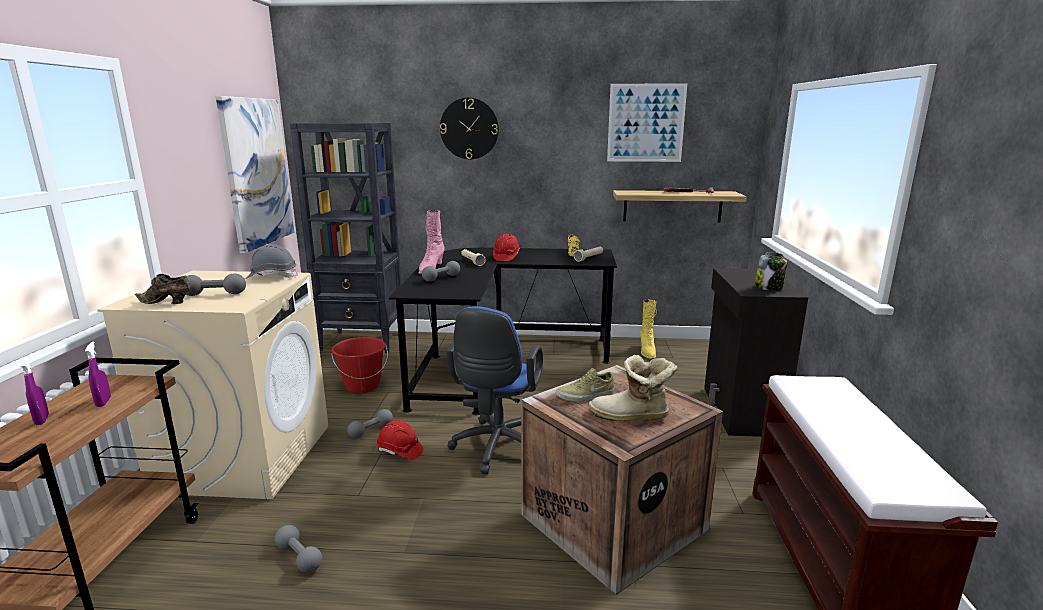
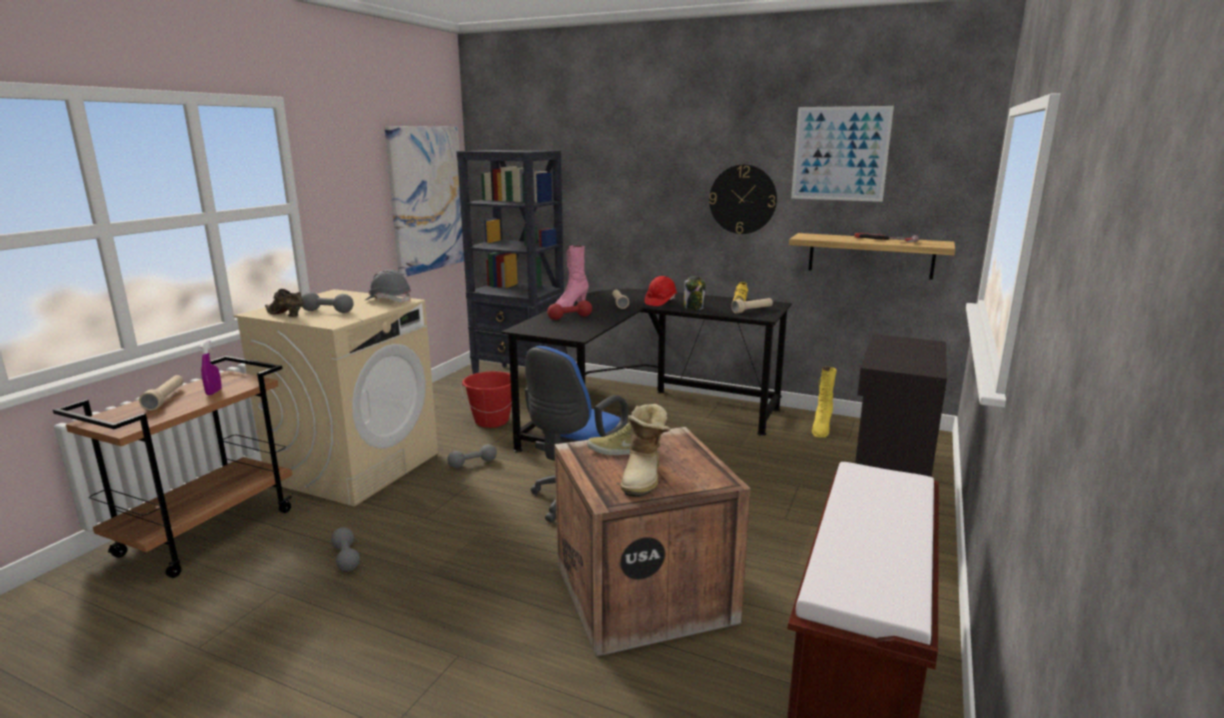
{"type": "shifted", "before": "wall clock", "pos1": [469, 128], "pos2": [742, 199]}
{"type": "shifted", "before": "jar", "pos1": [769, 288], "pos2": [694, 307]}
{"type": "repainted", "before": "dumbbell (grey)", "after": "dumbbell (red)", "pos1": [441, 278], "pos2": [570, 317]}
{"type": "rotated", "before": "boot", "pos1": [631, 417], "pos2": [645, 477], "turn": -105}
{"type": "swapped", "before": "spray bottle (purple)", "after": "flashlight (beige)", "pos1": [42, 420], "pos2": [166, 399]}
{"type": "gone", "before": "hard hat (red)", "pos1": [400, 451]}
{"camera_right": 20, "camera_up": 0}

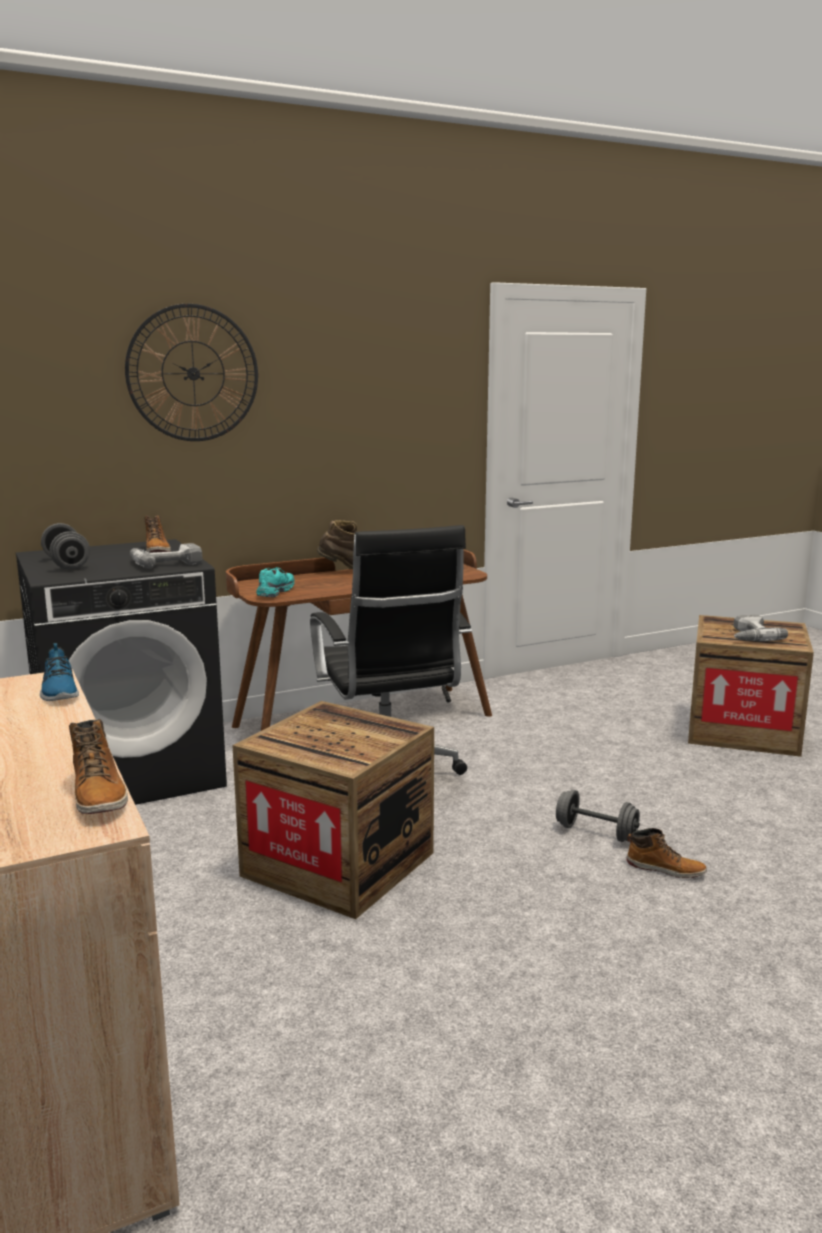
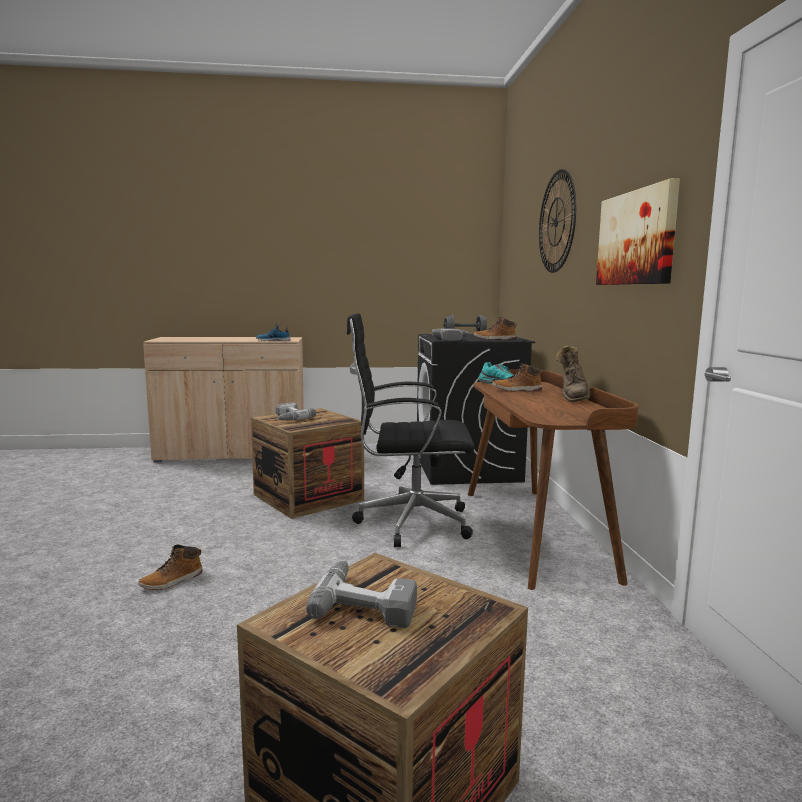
{"type": "shifted", "before": "boot", "pos1": [99, 794], "pos2": [517, 390]}
{"type": "gone", "before": "dumbbell (grey)", "pos1": [596, 833]}
{"type": "new", "after": "picture", "pos2": [636, 238]}
{"type": "new", "after": "power drill", "pos2": [288, 418]}
{"camera_right": 110, "camera_up": -5}

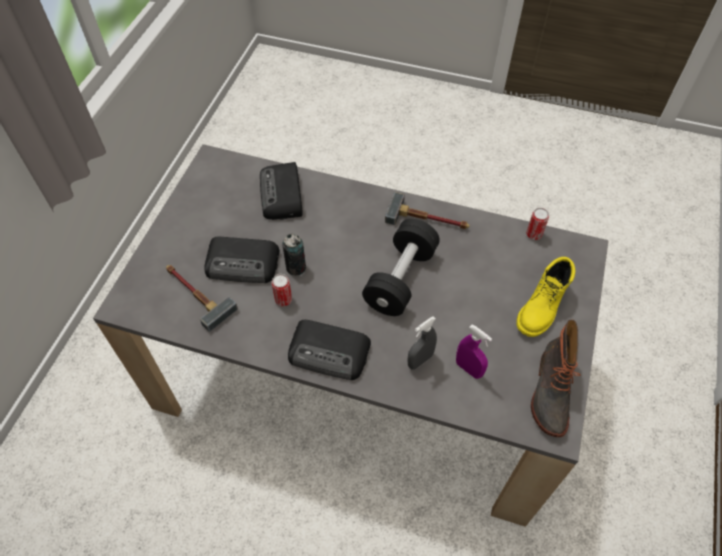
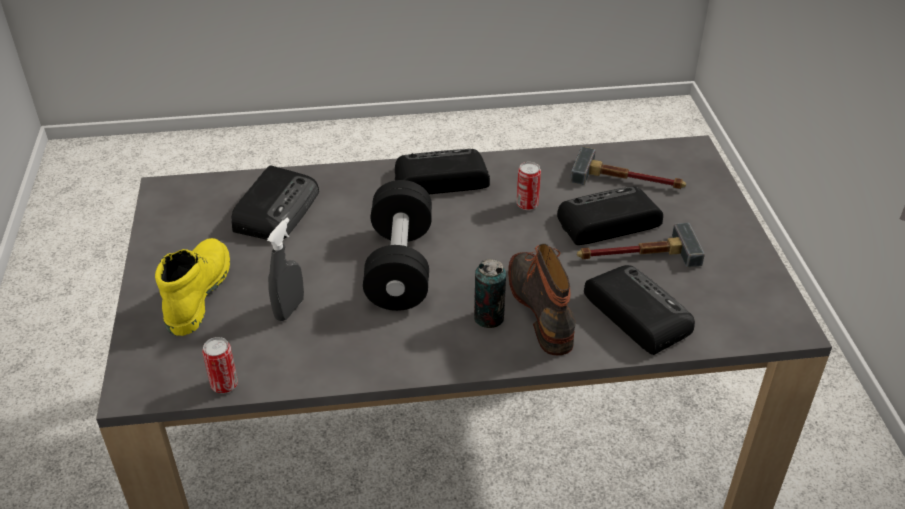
{"type": "shifted", "before": "hammer", "pos1": [428, 220], "pos2": [635, 255]}
{"type": "shifted", "before": "can", "pos1": [296, 267], "pos2": [489, 318]}
{"type": "shifted", "before": "spray bottle (grey)", "pos1": [420, 360], "pos2": [289, 309]}
{"type": "shifted", "before": "boot", "pos1": [550, 392], "pos2": [543, 308]}
{"type": "swapped", "before": "spray bottle (purple)", "after": "radio", "pos1": [468, 369], "pos2": [277, 209]}
{"camera_right": 155, "camera_up": -15}

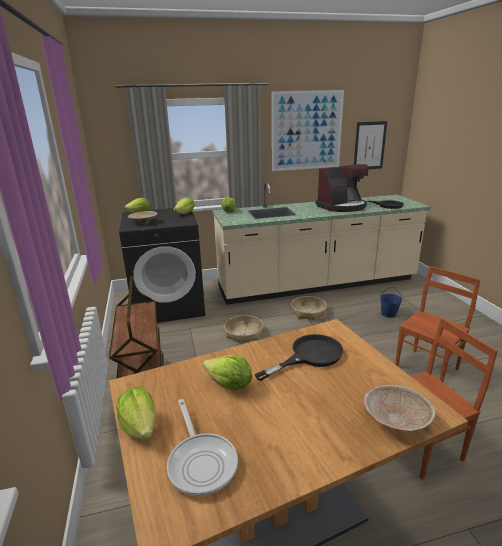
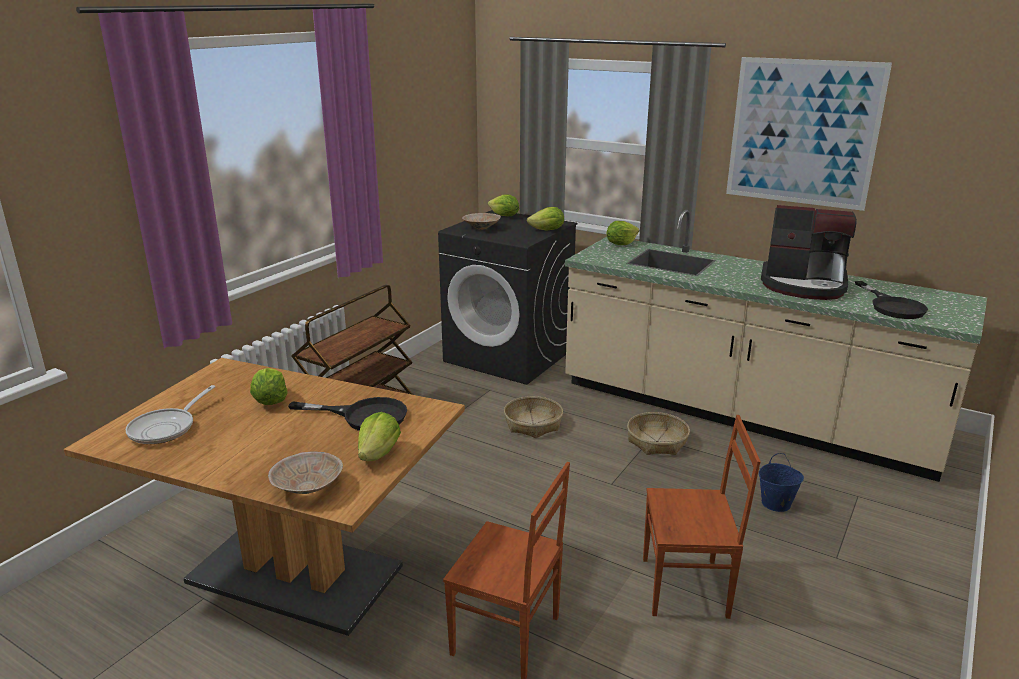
{"type": "gone", "before": "picture", "pos1": [369, 146]}
{"type": "shifted", "before": "lettuce", "pos1": [140, 426], "pos2": [379, 454]}
{"camera_right": 45, "camera_up": 0}

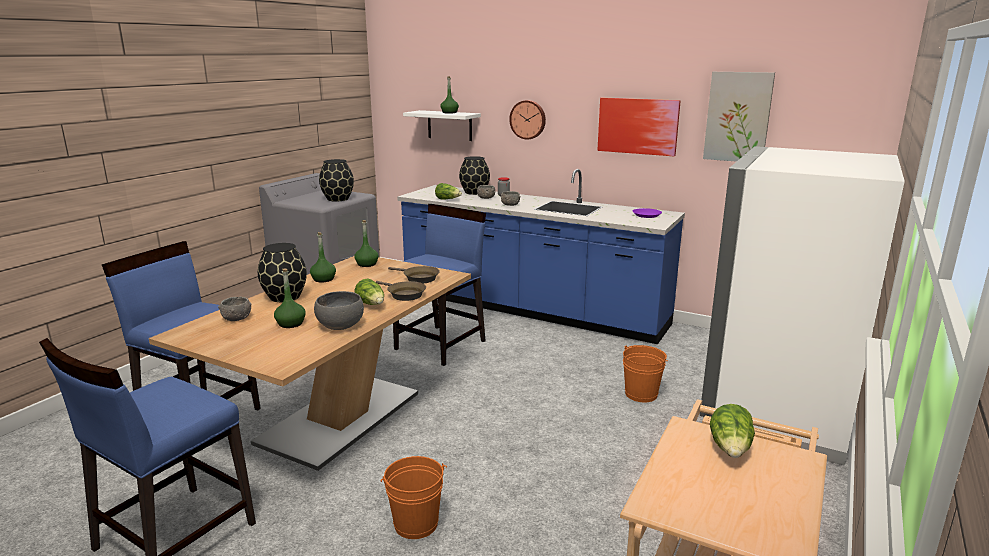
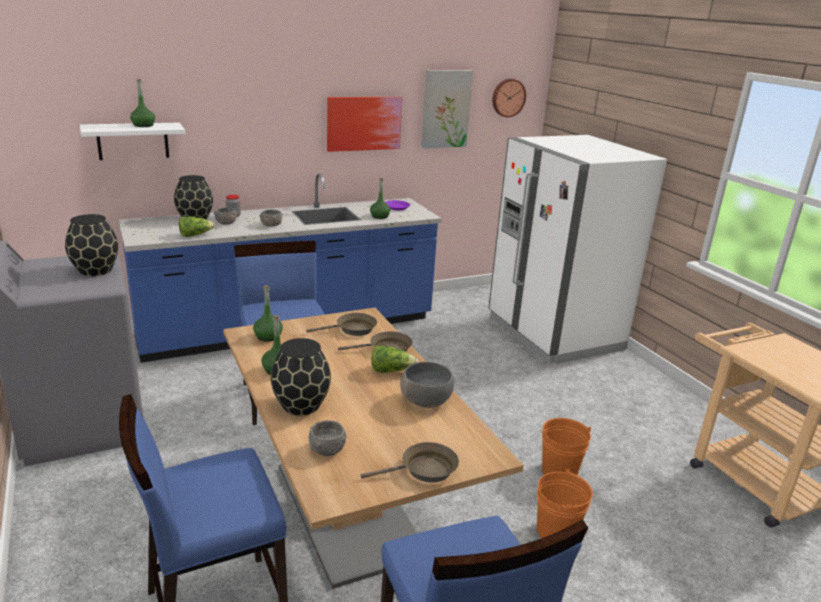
{"type": "shifted", "before": "wall clock", "pos1": [528, 119], "pos2": [508, 97]}
{"type": "shifted", "before": "bottle (green)", "pos1": [291, 323], "pos2": [379, 216]}
{"type": "shifted", "before": "bucket (orange)", "pos1": [641, 394], "pos2": [559, 471]}
{"type": "gone", "before": "lettuce", "pos1": [731, 449]}
{"type": "new", "after": "frying pan (brown)", "pos2": [424, 470]}
{"camera_right": -55, "camera_up": 5}

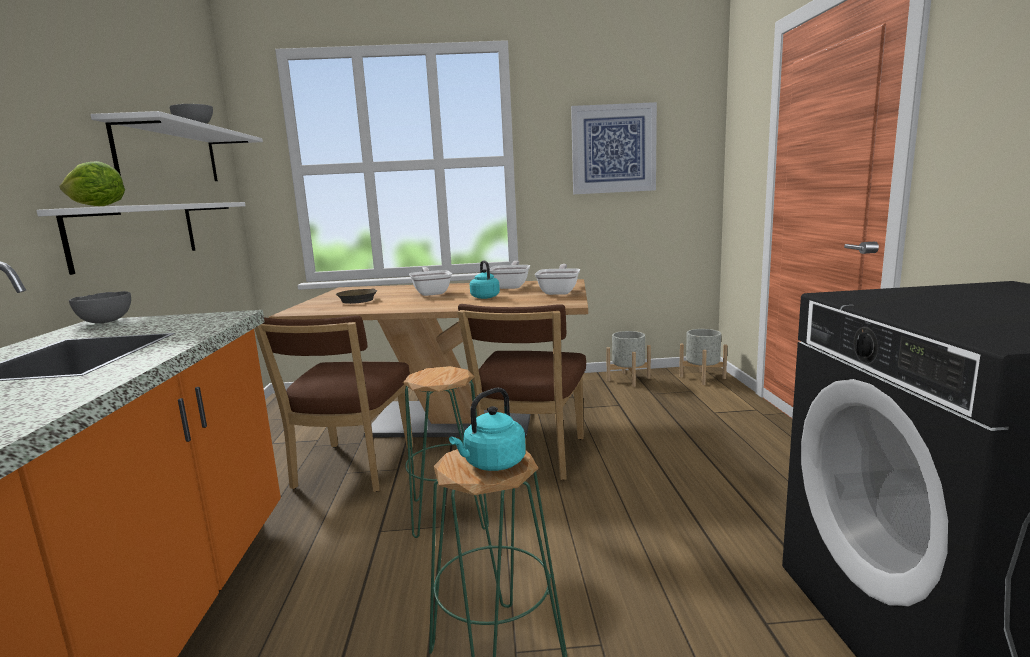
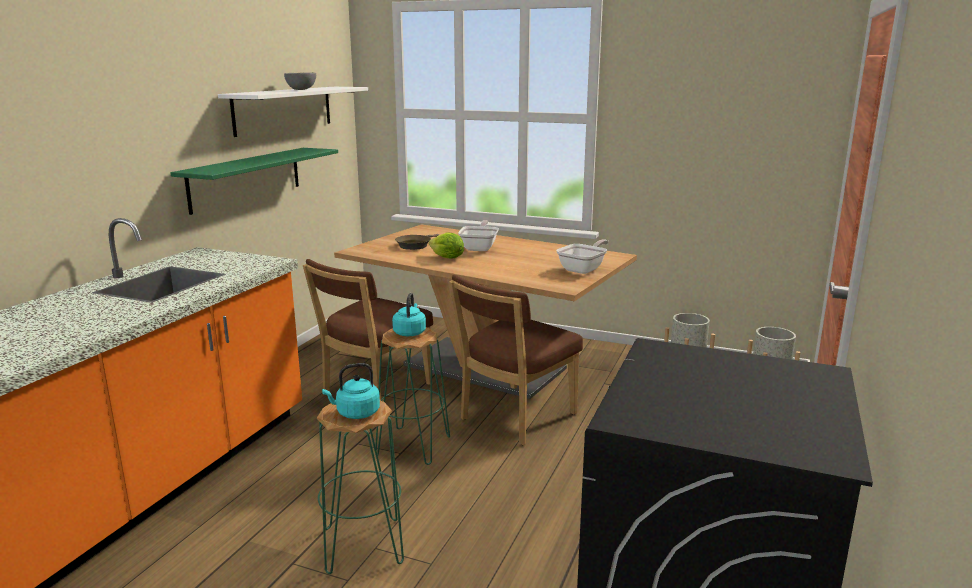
{"type": "gone", "before": "picture", "pos1": [613, 149]}
{"type": "shifted", "before": "lettuce", "pos1": [96, 206], "pos2": [447, 258]}
{"type": "repainted", "before": "shelf (white)", "after": "shelf (green)", "pos1": [137, 233], "pos2": [246, 178]}
{"type": "shifted", "before": "kettle (turquoise)", "pos1": [484, 297], "pos2": [410, 332]}
{"type": "gone", "before": "frying pan", "pos1": [511, 286]}
{"type": "gone", "before": "bowl (grey)", "pos1": [106, 322]}
{"camera_right": 25, "camera_up": 5}

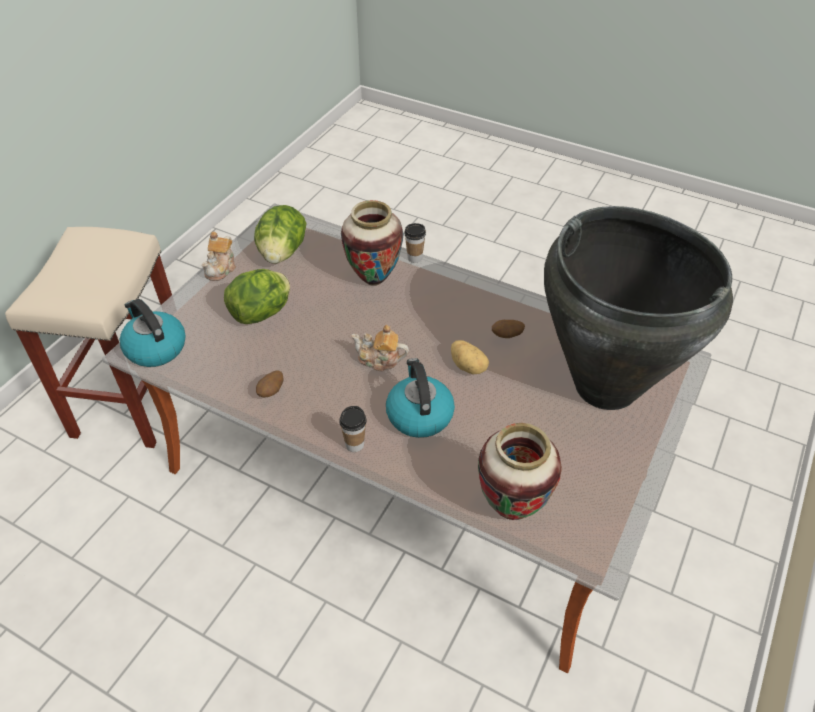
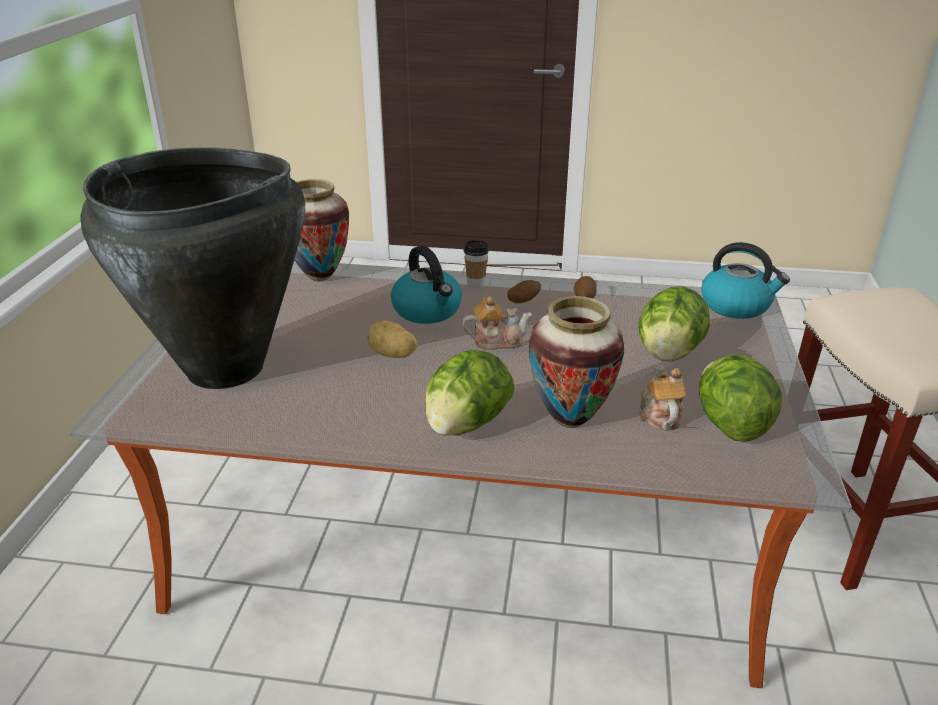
{"type": "gone", "before": "cup", "pos1": [414, 258]}
{"type": "shifted", "before": "teapot", "pos1": [221, 268], "pos2": [659, 415]}
{"type": "shifted", "before": "potato", "pos1": [507, 336], "pos2": [523, 301]}
{"type": "new", "after": "lettuce", "pos2": [466, 425]}
{"camera_right": 160, "camera_up": -15}

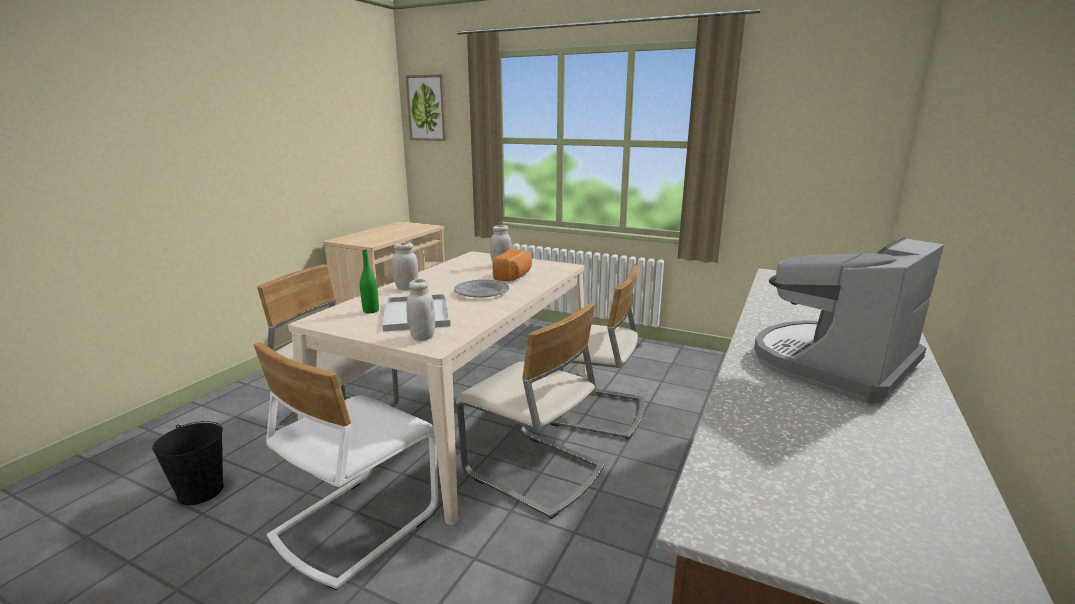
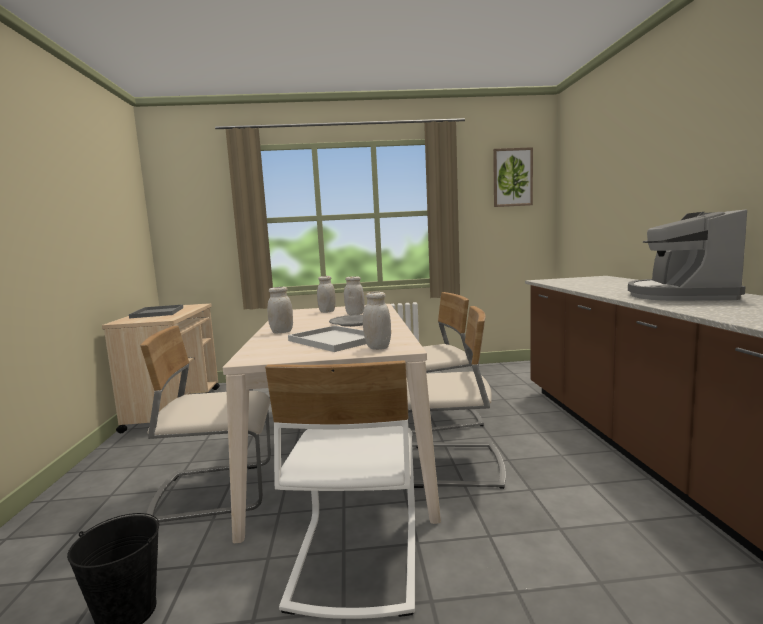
{"type": "shifted", "before": "picture", "pos1": [427, 108], "pos2": [512, 177]}
{"type": "swapped", "before": "bread", "after": "jar (white)", "pos1": [514, 276], "pos2": [355, 314]}
{"type": "gone", "before": "bottle (green)", "pos1": [371, 311]}
{"type": "new", "after": "tray (grey)", "pos2": [158, 313]}
{"camera_right": -30, "camera_up": -10}

